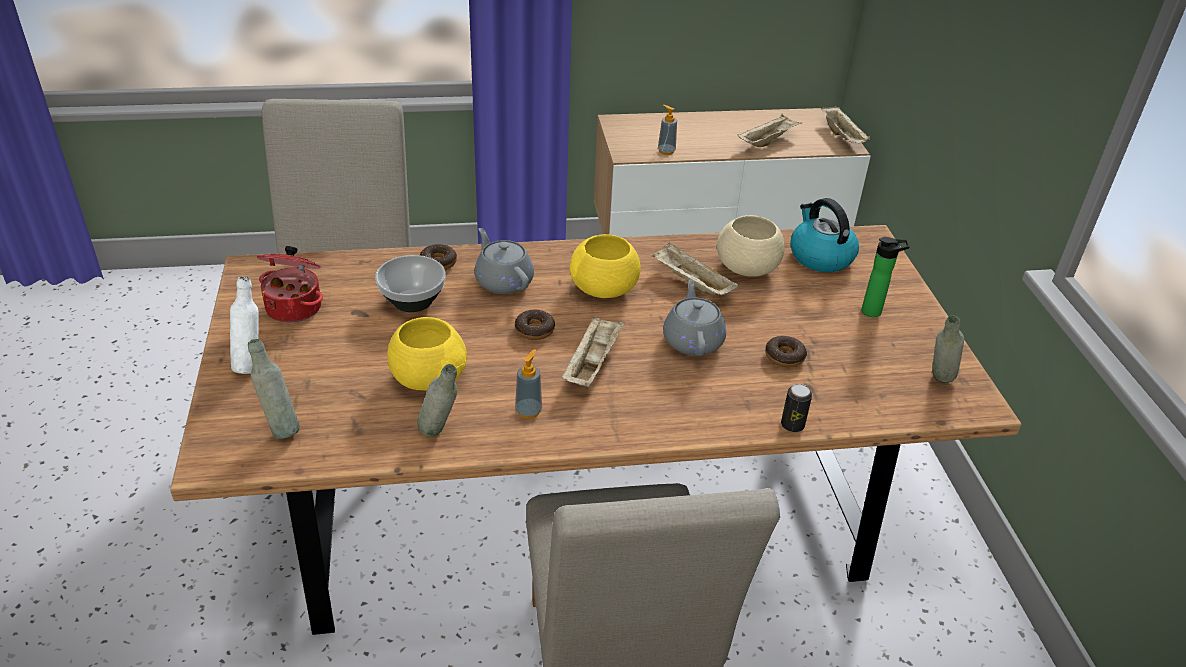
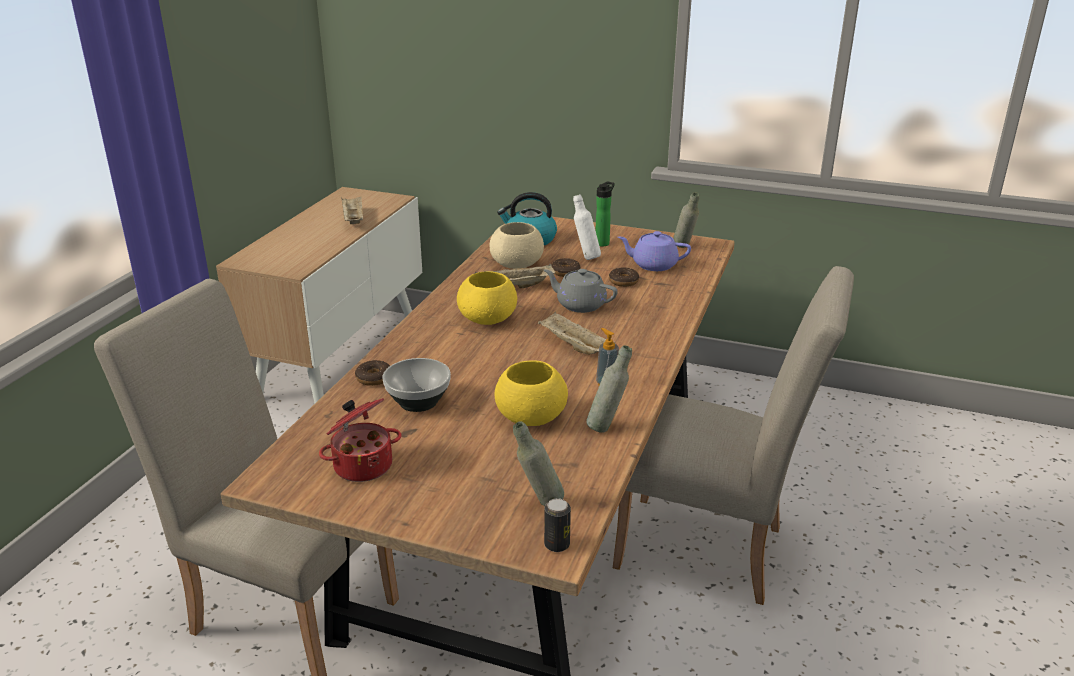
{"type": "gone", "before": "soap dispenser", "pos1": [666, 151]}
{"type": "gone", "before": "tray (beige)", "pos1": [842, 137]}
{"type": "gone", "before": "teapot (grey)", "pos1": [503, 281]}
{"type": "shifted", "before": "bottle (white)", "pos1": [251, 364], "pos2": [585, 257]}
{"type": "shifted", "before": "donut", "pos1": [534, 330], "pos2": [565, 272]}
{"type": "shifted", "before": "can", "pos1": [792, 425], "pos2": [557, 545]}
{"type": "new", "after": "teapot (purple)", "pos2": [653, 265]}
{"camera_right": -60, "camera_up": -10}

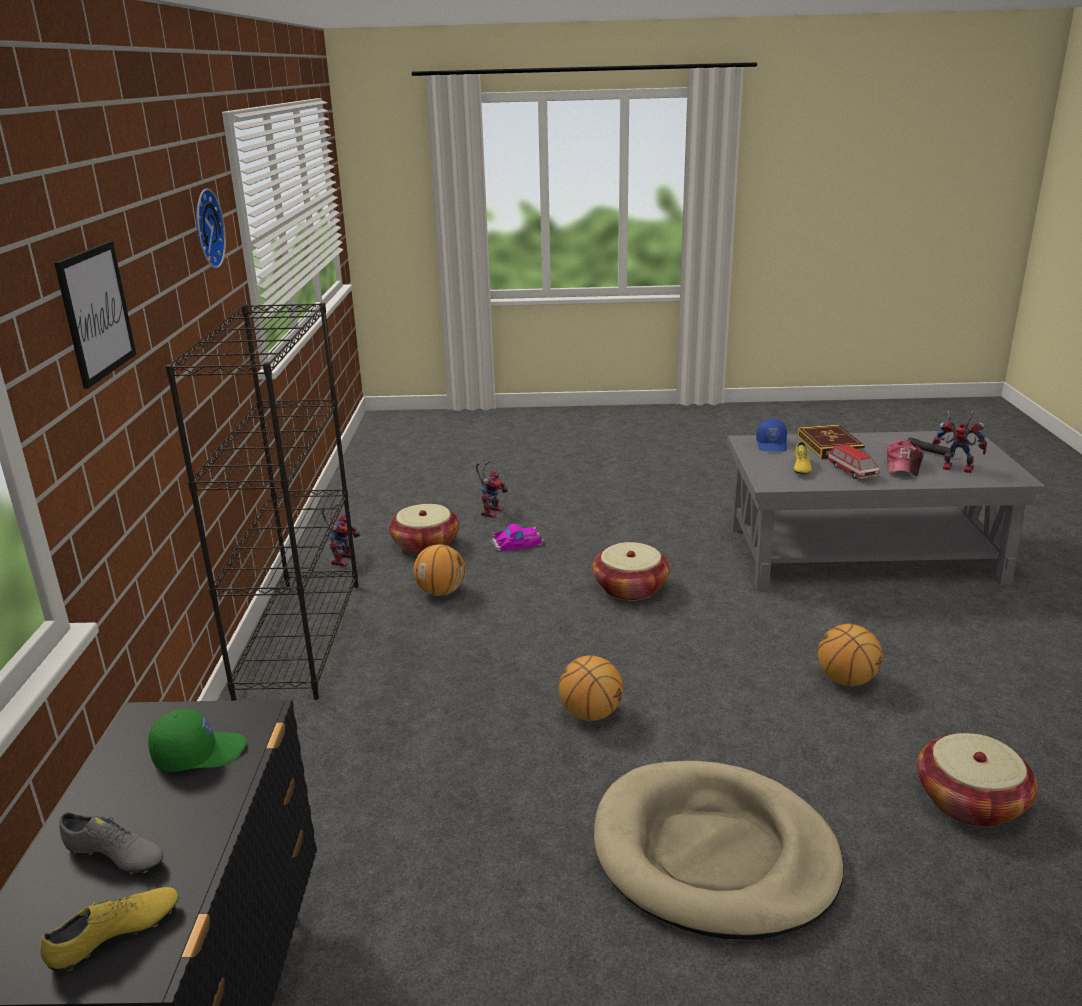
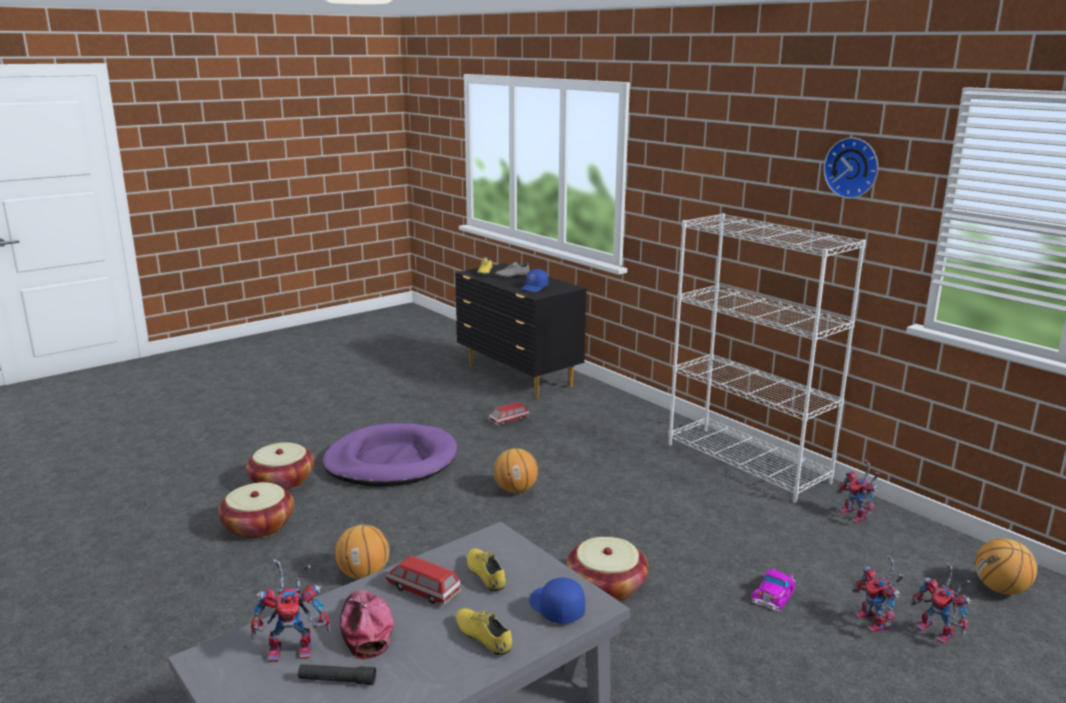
{"type": "gone", "before": "picture", "pos1": [96, 312]}
{"type": "repainted", "before": "bookcase (black)", "after": "bookcase (white)", "pos1": [300, 637], "pos2": [747, 463]}
{"type": "swapped", "before": "book", "after": "shoe (yellow)", "pos1": [829, 446], "pos2": [483, 637]}
{"type": "shifted", "before": "basket", "pos1": [426, 545], "pos2": [282, 482]}
{"type": "shifted", "before": "basketball", "pos1": [441, 592], "pos2": [1000, 589]}
{"type": "repainted", "before": "cap (green)", "after": "cap (blue)", "pos1": [199, 753], "pos2": [534, 288]}
{"type": "repainted", "before": "dog bed (beige)", "after": "dog bed (purple)", "pos1": [713, 854], "pos2": [391, 461]}
{"type": "new", "after": "toy car", "pos2": [508, 421]}
{"type": "new", "after": "toy robot", "pos2": [938, 633]}
{"camera_right": 140, "camera_up": -5}

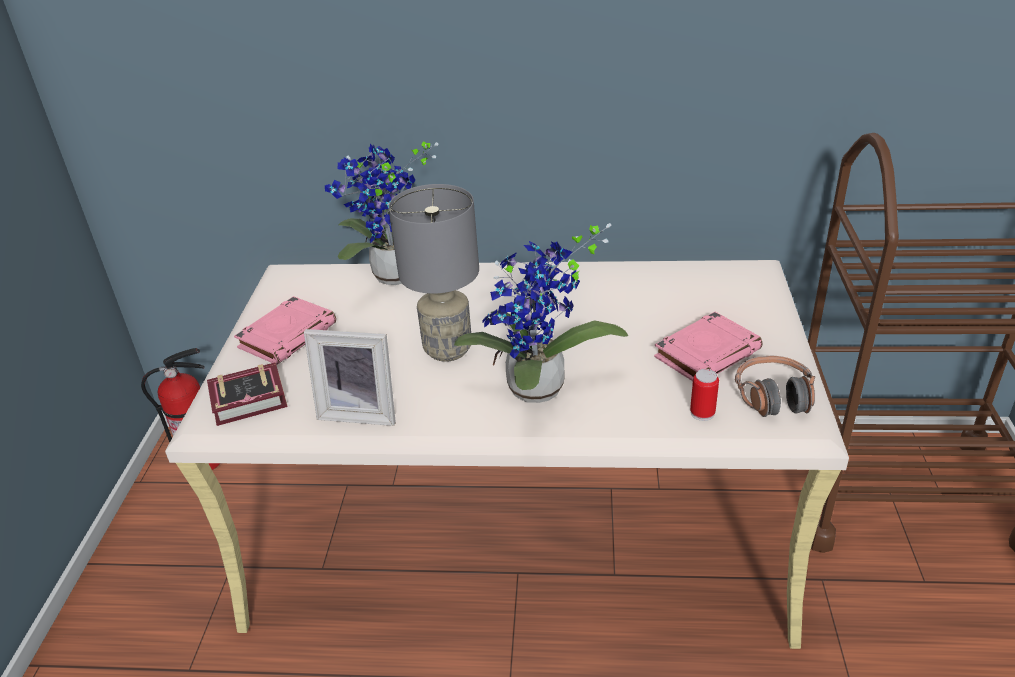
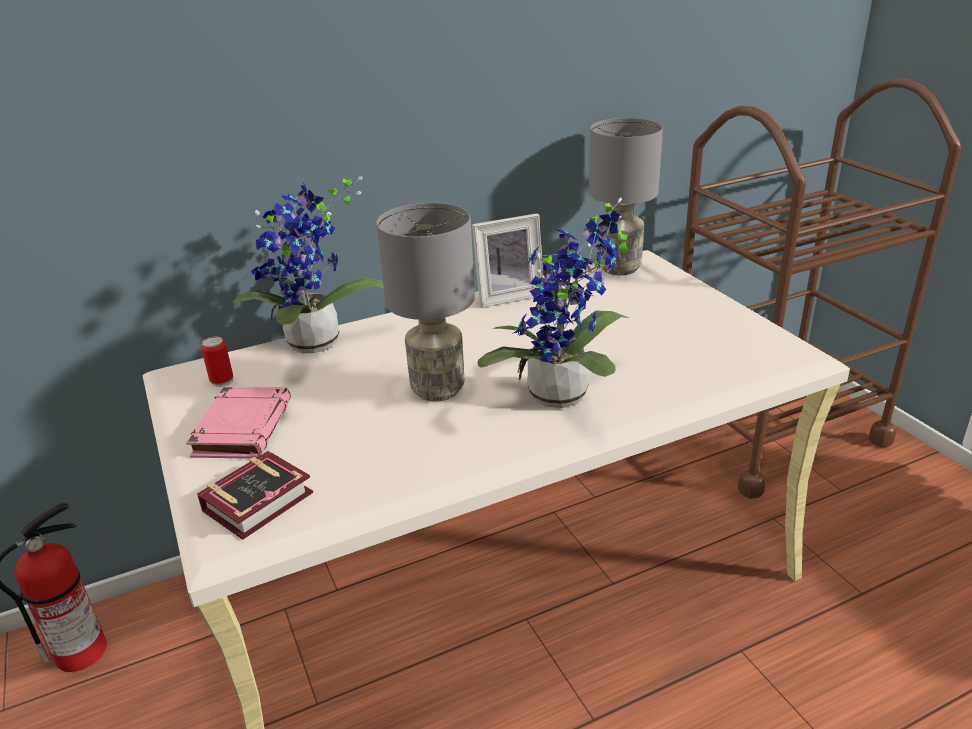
{"type": "gone", "before": "book (pink)", "pos1": [707, 353]}
{"type": "shifted", "before": "picture frame", "pos1": [360, 411], "pos2": [508, 296]}
{"type": "gone", "before": "headphones", "pos1": [774, 396]}
{"type": "shifted", "before": "can", "pos1": [702, 413], "pos2": [222, 381]}
{"type": "new", "after": "table lamp (grey)", "pos2": [620, 268]}
{"camera_right": -30, "camera_up": -5}

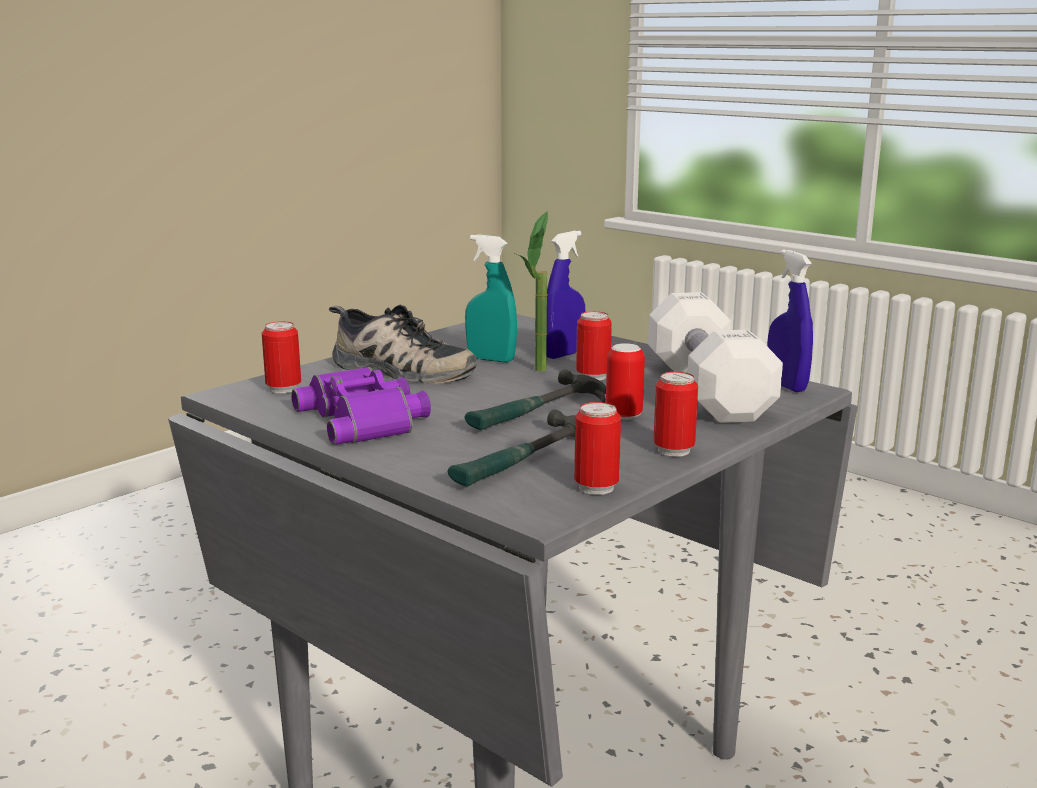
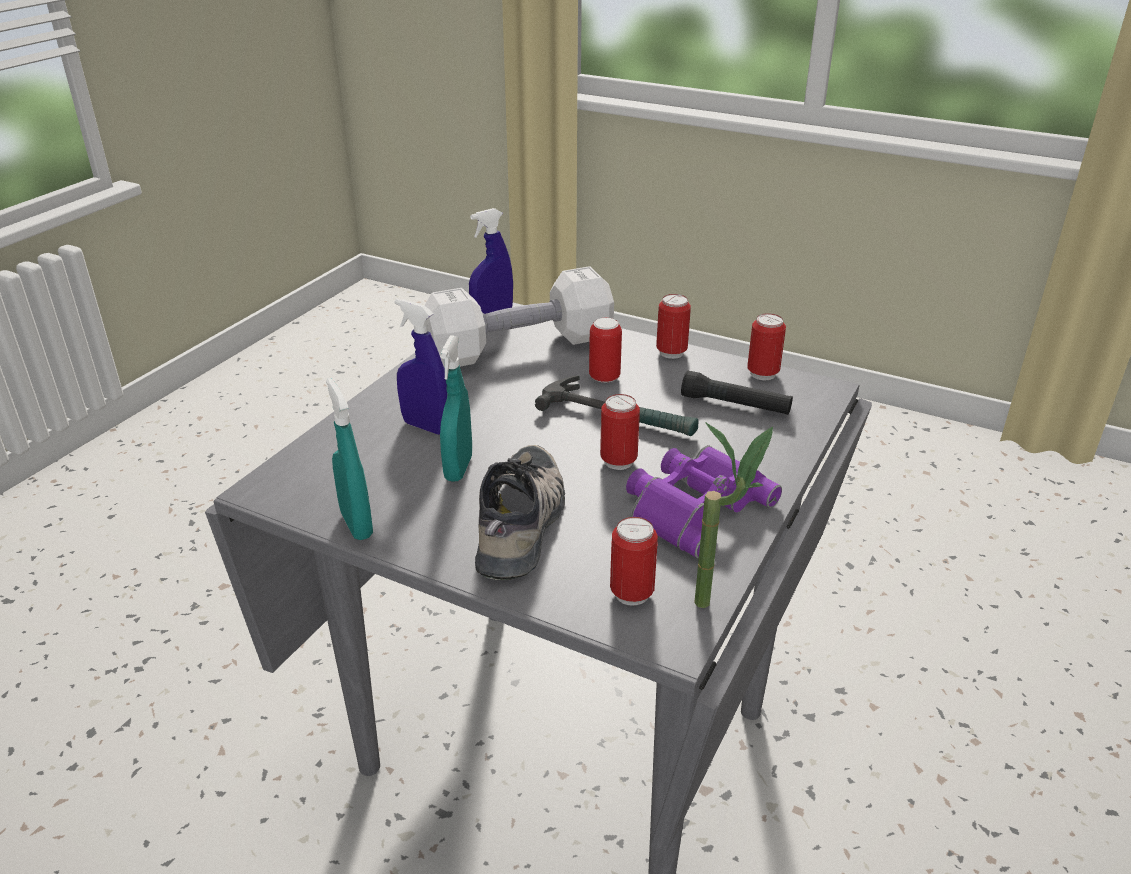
{"type": "shifted", "before": "potted plant", "pos1": [538, 373], "pos2": [718, 602]}
{"type": "shifted", "before": "can", "pos1": [593, 377], "pos2": [618, 461]}
{"type": "swapped", "before": "hammer", "after": "flashlight (black)", "pos1": [528, 461], "pos2": [735, 405]}
{"type": "new", "after": "spray bottle (turquoise)", "pos2": [356, 524]}
{"camera_right": -105, "camera_up": 15}

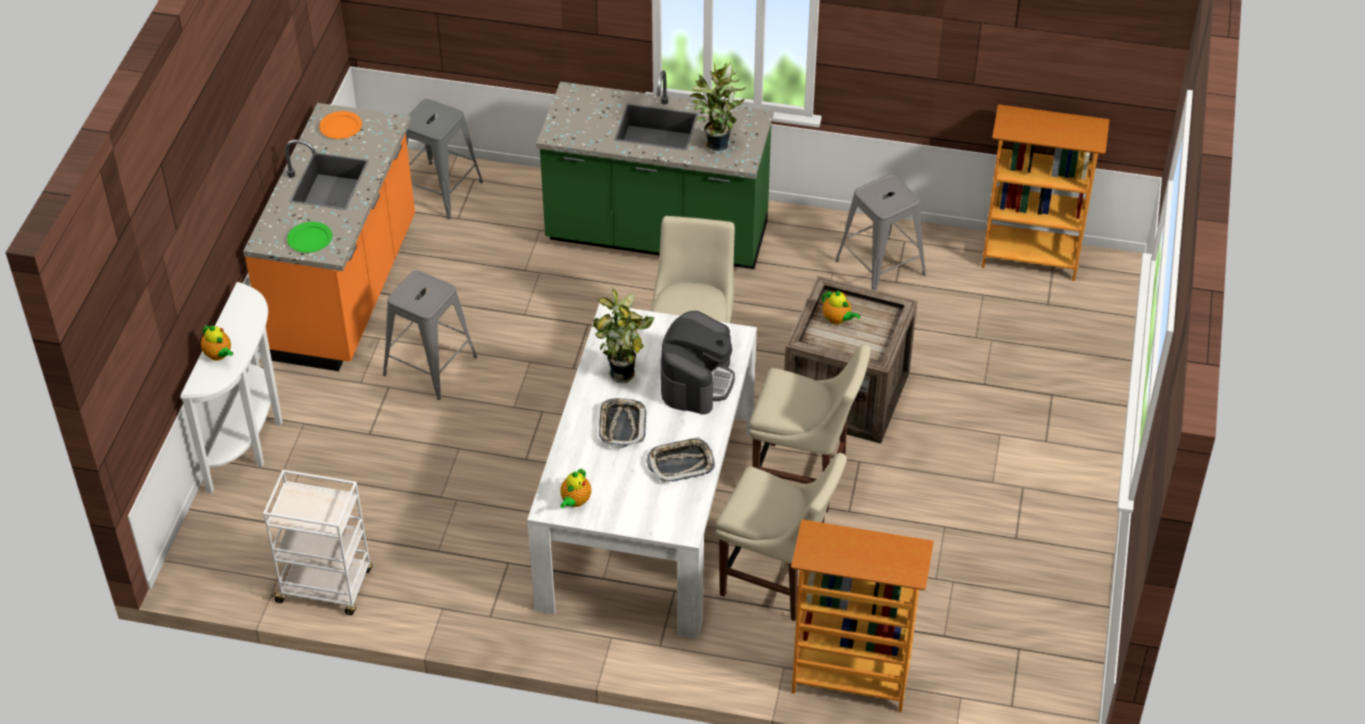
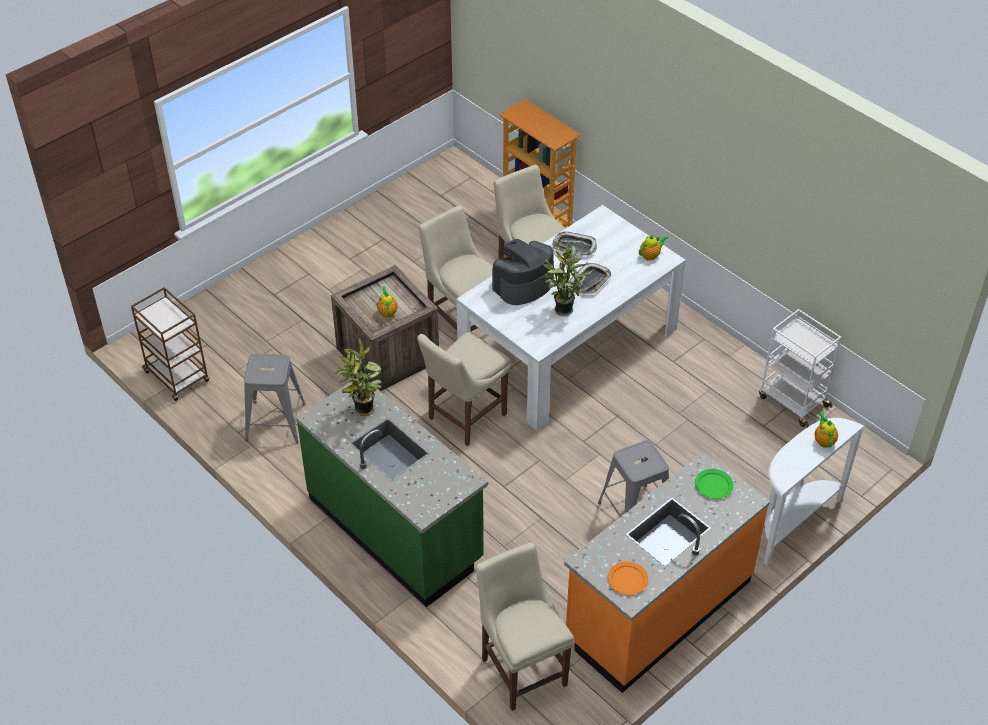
{"type": "swapped", "before": "stool (grey)", "after": "chair (beige)", "pos1": [439, 190], "pos2": [522, 668]}
{"type": "swapped", "before": "bookcase", "after": "cart (brown)", "pos1": [1030, 258], "pos2": [178, 377]}
{"camera_right": -145, "camera_up": 0}

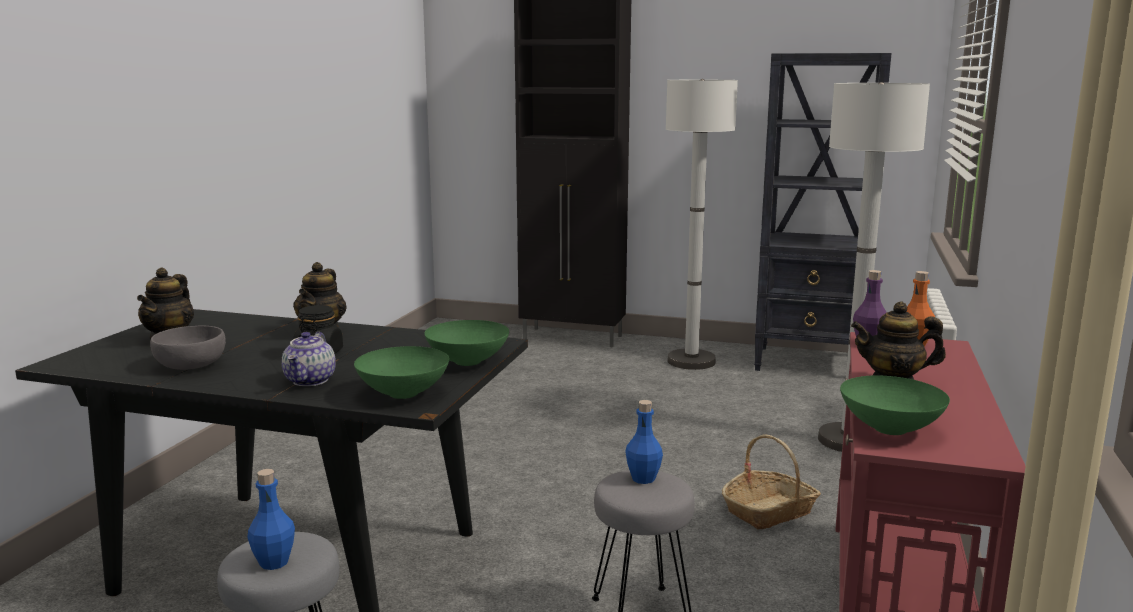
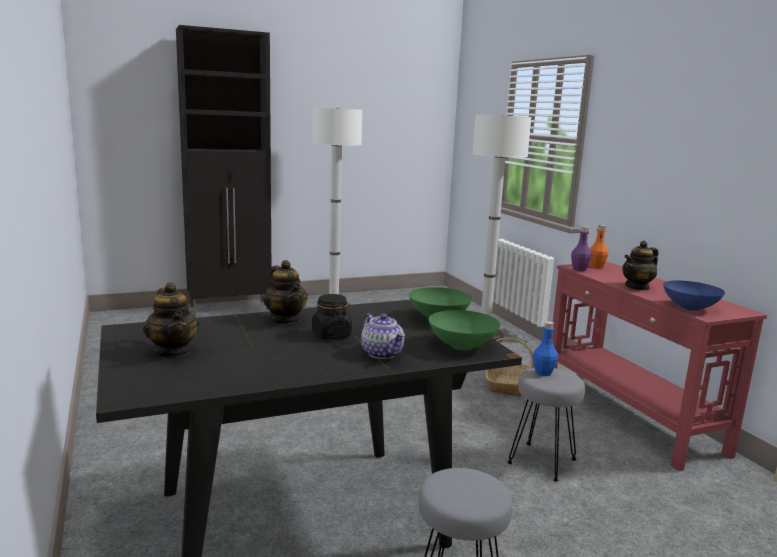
{"type": "gone", "before": "bookcase (black)", "pos1": [809, 363]}
{"type": "gone", "before": "bowl (grey)", "pos1": [190, 365]}
{"type": "repainted", "before": "bowl (green)", "after": "bowl (blue)", "pos1": [891, 428], "pos2": [690, 307]}
{"type": "gone", "before": "bottle (blue)", "pos1": [274, 562]}
{"camera_right": -40, "camera_up": 0}

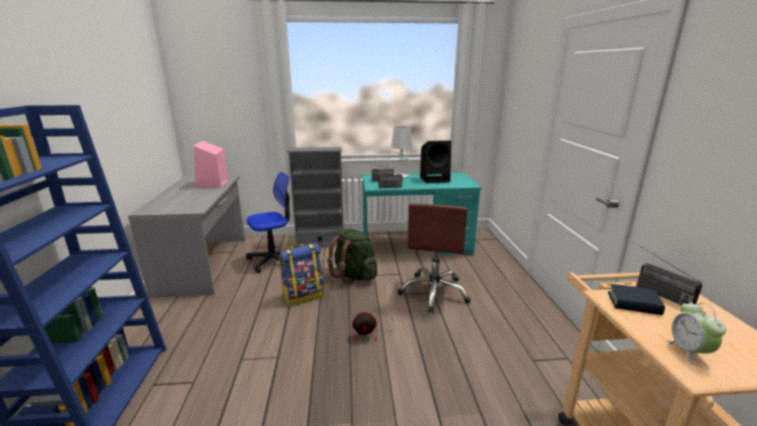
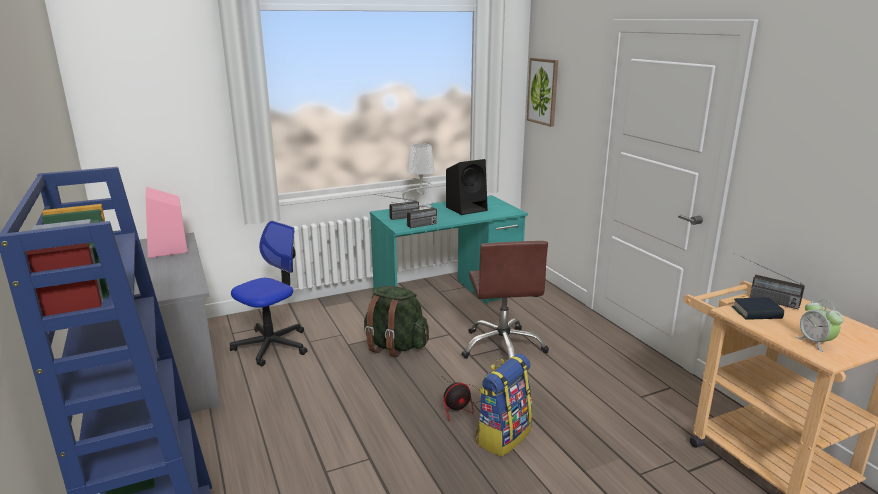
{"type": "gone", "before": "bookcase (grey)", "pos1": [320, 243]}
{"type": "shifted", "before": "backpack", "pos1": [303, 296], "pos2": [502, 436]}
{"type": "new", "after": "picture", "pos2": [543, 91]}
{"camera_right": -20, "camera_up": 0}

